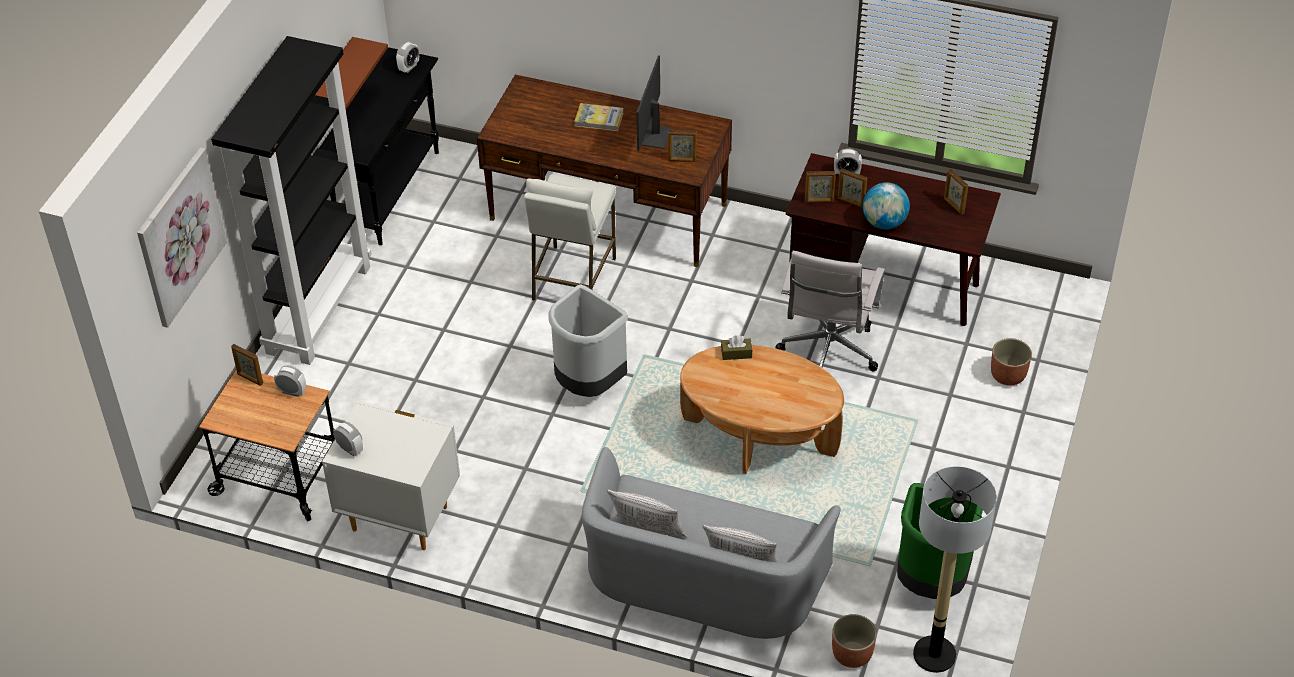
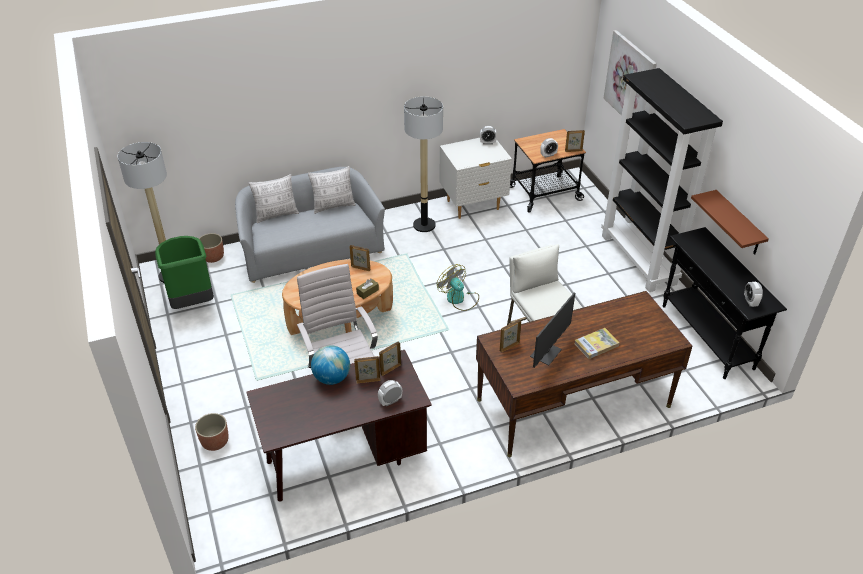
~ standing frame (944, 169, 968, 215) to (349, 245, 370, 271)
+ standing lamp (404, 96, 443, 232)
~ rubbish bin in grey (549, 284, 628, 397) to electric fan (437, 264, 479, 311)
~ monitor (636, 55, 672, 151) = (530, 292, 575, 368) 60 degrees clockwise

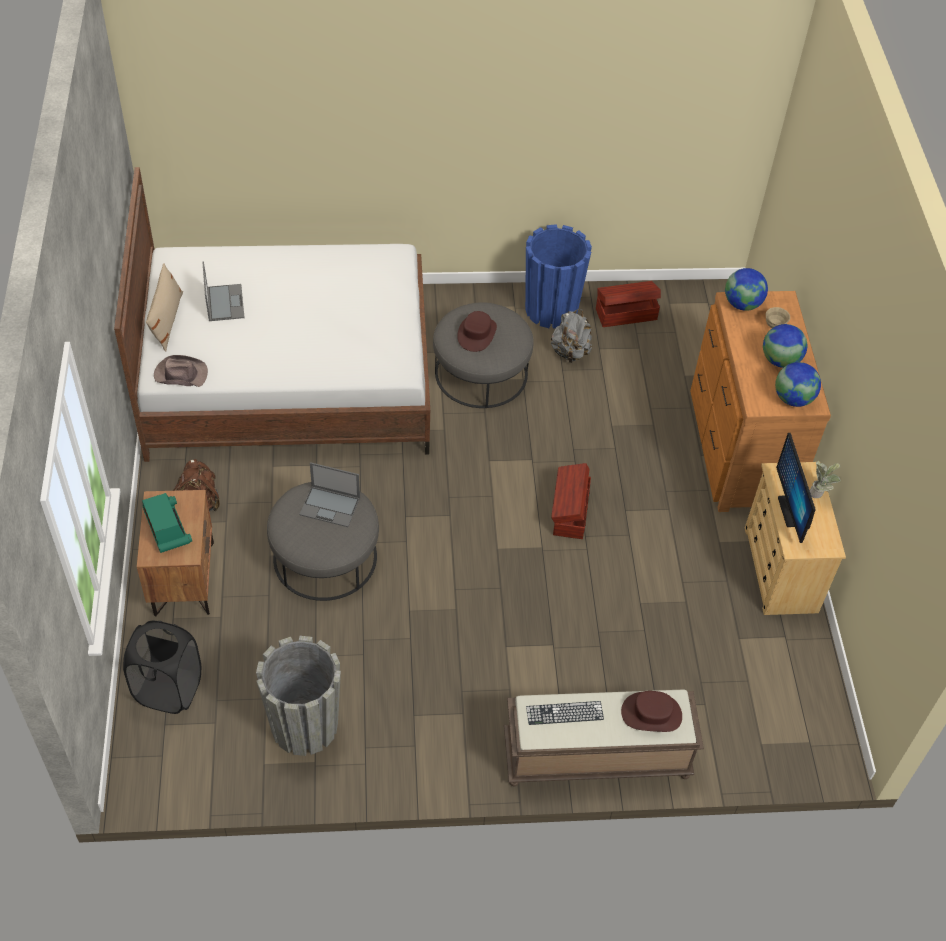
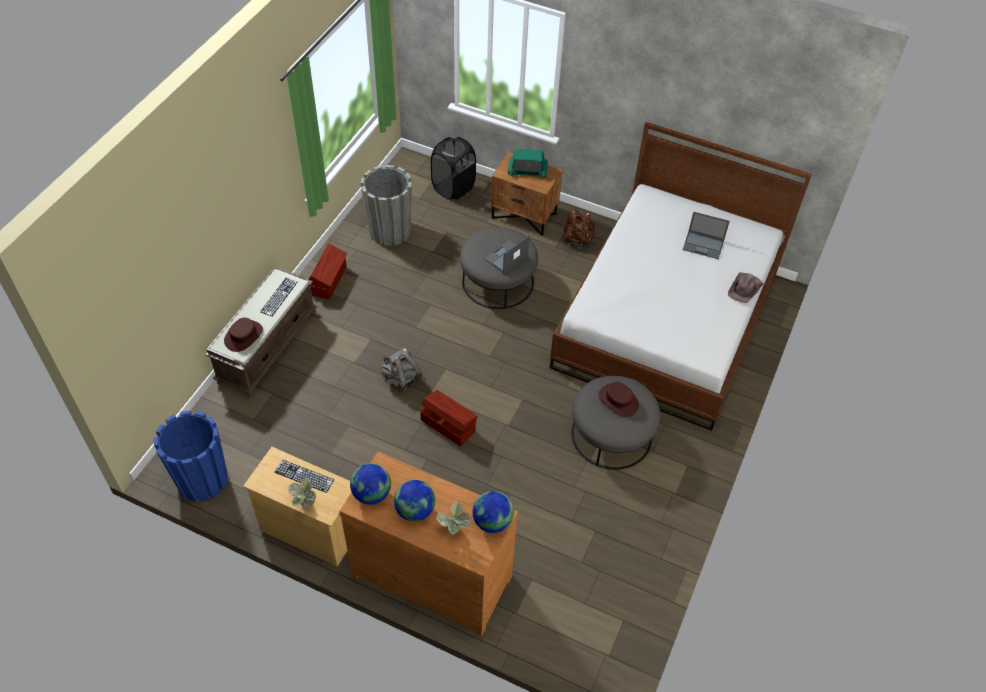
~ plant pot in blue (525, 224, 592, 329) to (154, 410, 228, 502)
~ monitor (776, 433, 816, 543) to PC keyboard (274, 460, 334, 493)
~ storage container in brownish (596, 281, 661, 327) to (309, 243, 347, 300)
~ backpack in grey (551, 309, 592, 363) to (380, 348, 422, 392)
~ serving bowl in sand-coloured (766, 307, 790, 328) to houseplant (436, 502, 471, 535)
~ clothing hat in brownish (154, 355, 208, 387) to (728, 273, 763, 303)
- cushion in sand-coloured (146, 263, 183, 352)

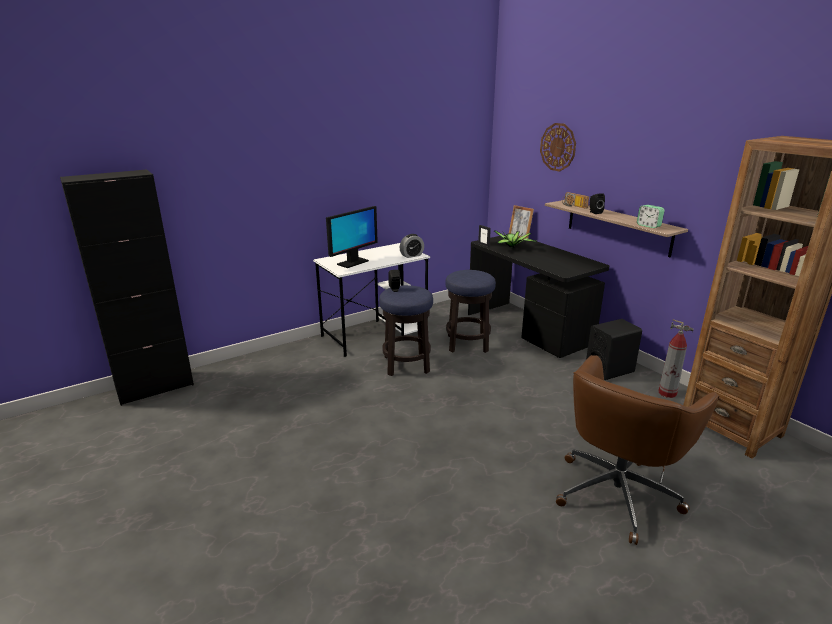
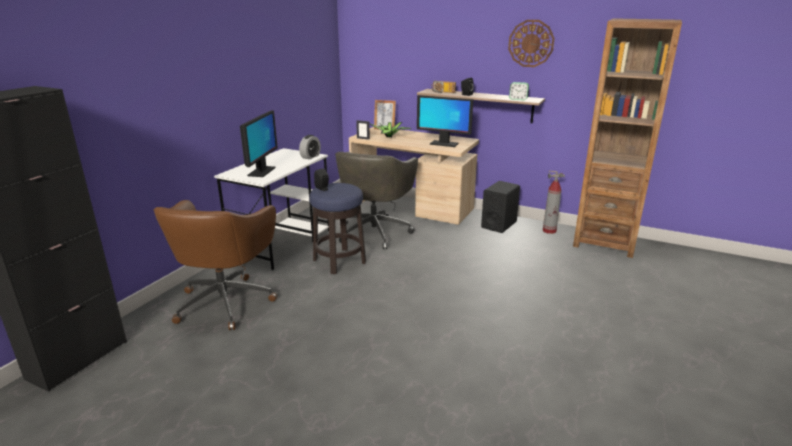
~ desk chair in brownish (556, 355, 719, 545) to (153, 200, 277, 330)
~ stool seat (445, 270, 496, 353) to desk chair in grey (335, 152, 418, 249)
~ desk table in black-coloured (468, 234, 609, 358) to desk table in sand-coloured (349, 127, 479, 225)
+ monitor (417, 95, 473, 147)
~ hanging clock (540, 123, 576, 172) to (508, 20, 555, 67)

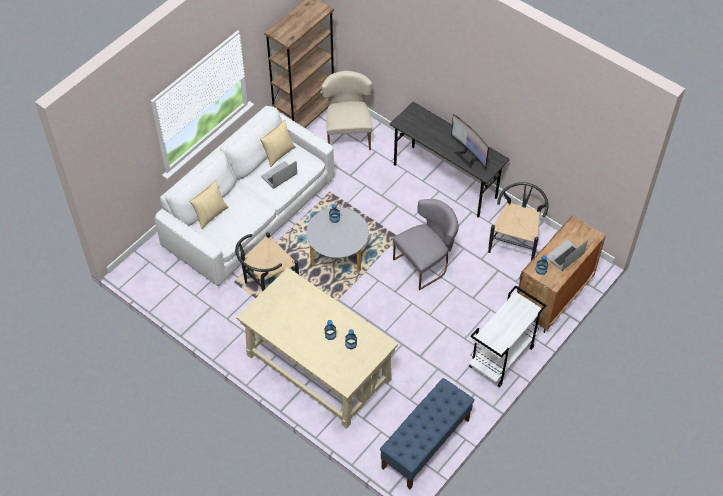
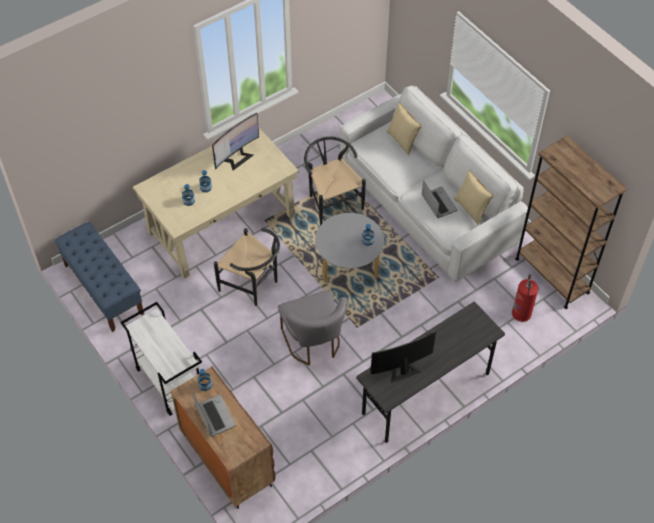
+ monitor (212, 113, 259, 171)
~ chair in black-coloured (488, 182, 549, 260) to (214, 228, 280, 306)
~ chair in sand-coloured (321, 70, 372, 150) to fire-fighting cylinder (512, 274, 539, 322)

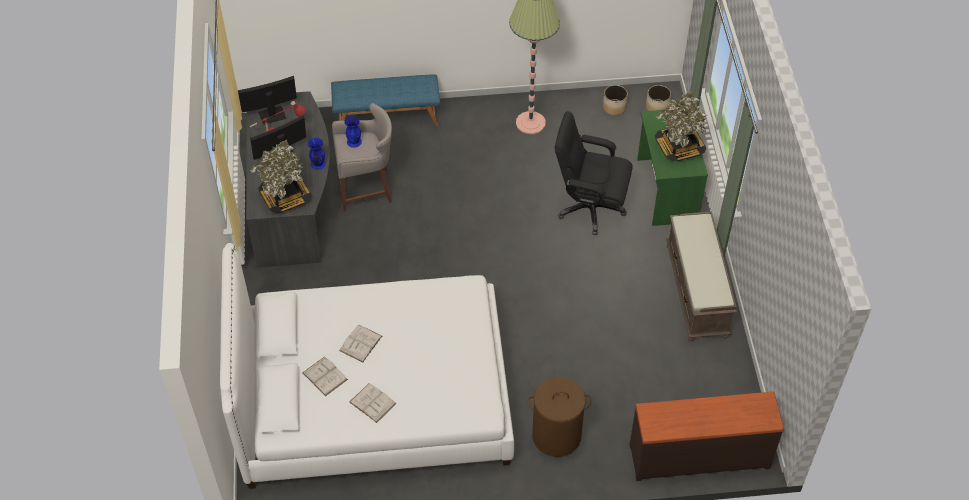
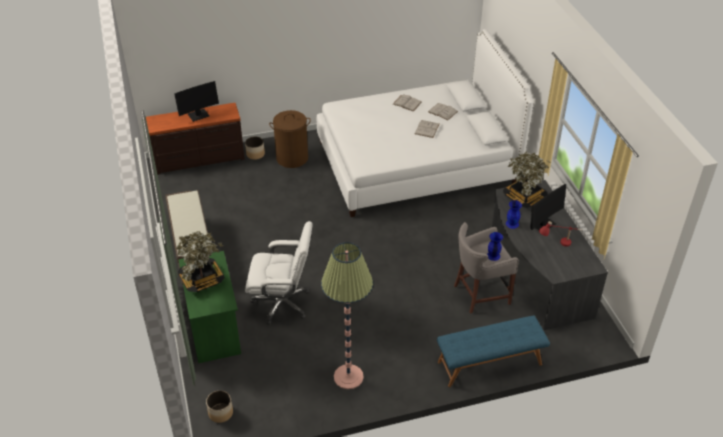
~ monitor (238, 76, 297, 125) to (174, 81, 219, 122)
~ plant pot (603, 85, 628, 115) to (245, 137, 265, 160)
~ desk chair in black-coloured (555, 111, 633, 235) to desk chair in white-coloured (245, 221, 313, 325)

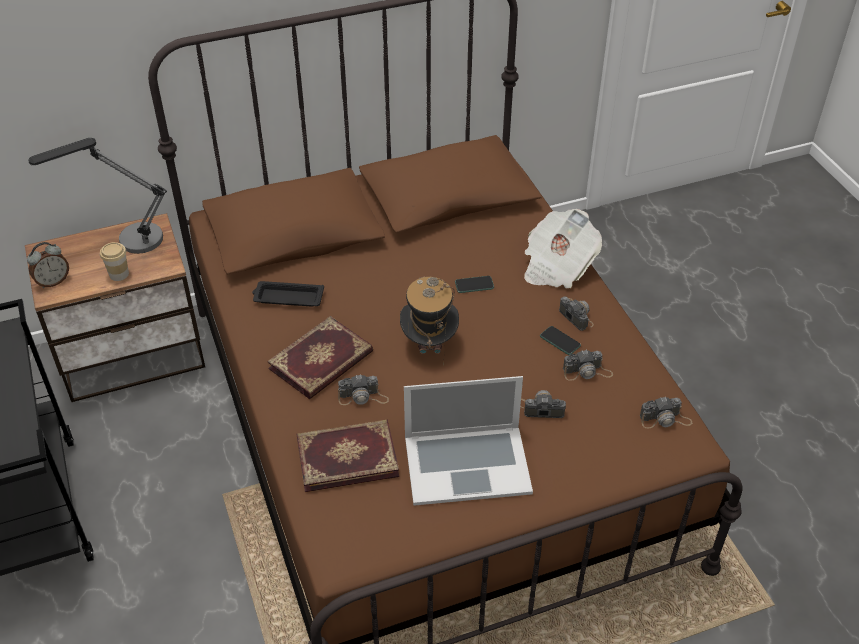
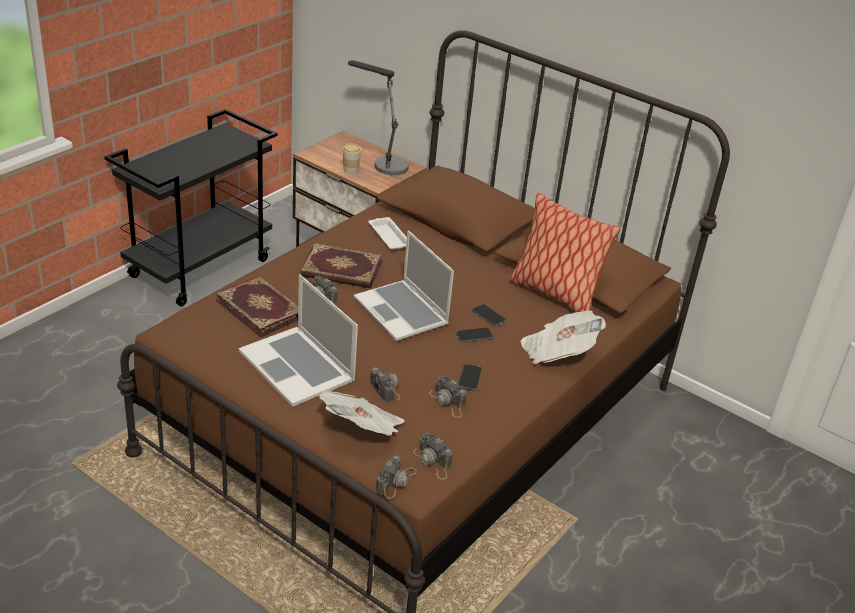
+ printed paper (319, 391, 405, 436)
~ clothing hat (400, 276, 459, 365) to laptop (354, 231, 454, 341)
~ tray in black-coloured (252, 281, 324, 307) to tray in white-coloured (368, 217, 407, 250)
~ still camera (559, 296, 594, 331) to (376, 456, 417, 499)
+ phone (456, 327, 494, 343)
+ cushion (509, 193, 621, 312)
- alarm clock (27, 242, 69, 288)

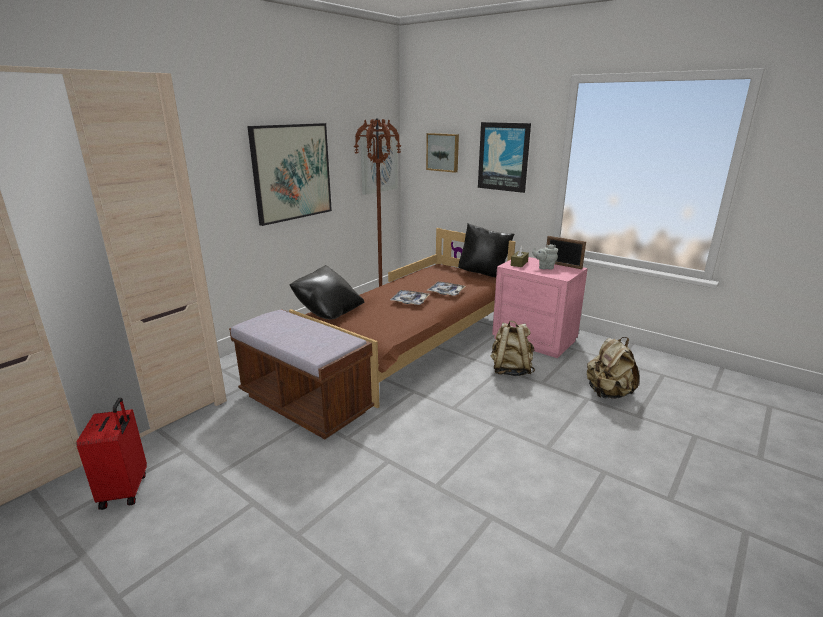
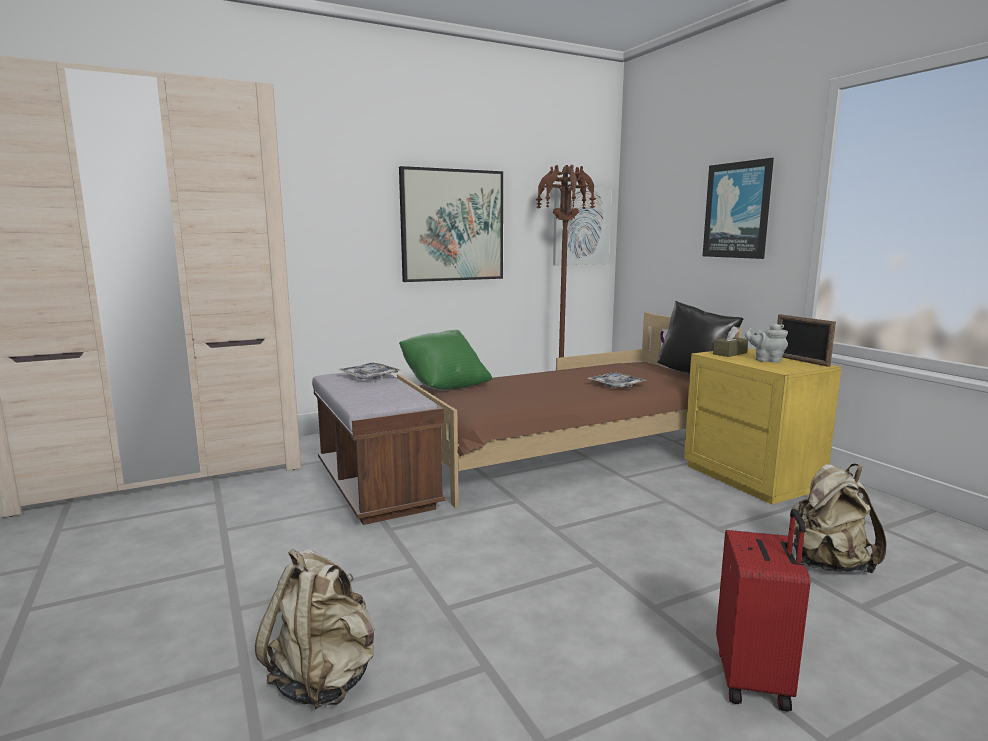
~ backpack in sand-coloured (491, 320, 535, 376) to (255, 548, 375, 709)
~ tray (390, 290, 430, 305) to (338, 363, 400, 379)
~ cushion in black-coloured (290, 265, 364, 319) to cushion in greenish (399, 330, 492, 390)
~ nightstand in pink-coloured (492, 257, 588, 358) to nightstand in yellow-coloured (684, 348, 842, 504)
~ suitcase in red (77, 397, 147, 510) to (716, 509, 810, 712)
- wall picture (426, 133, 459, 173)

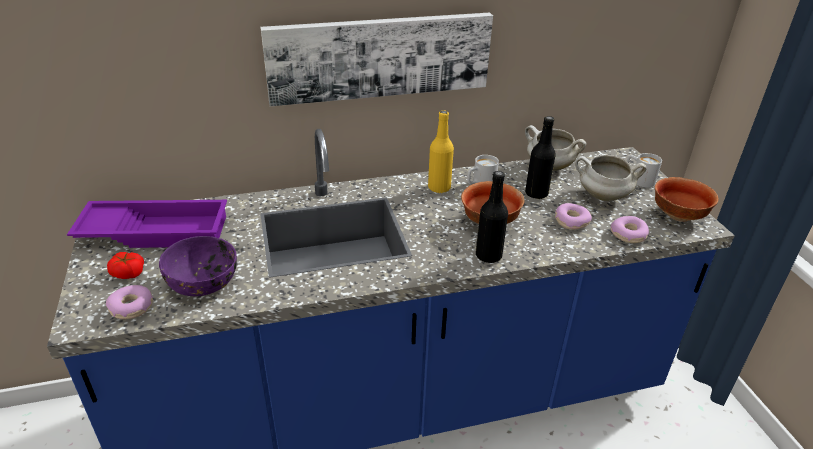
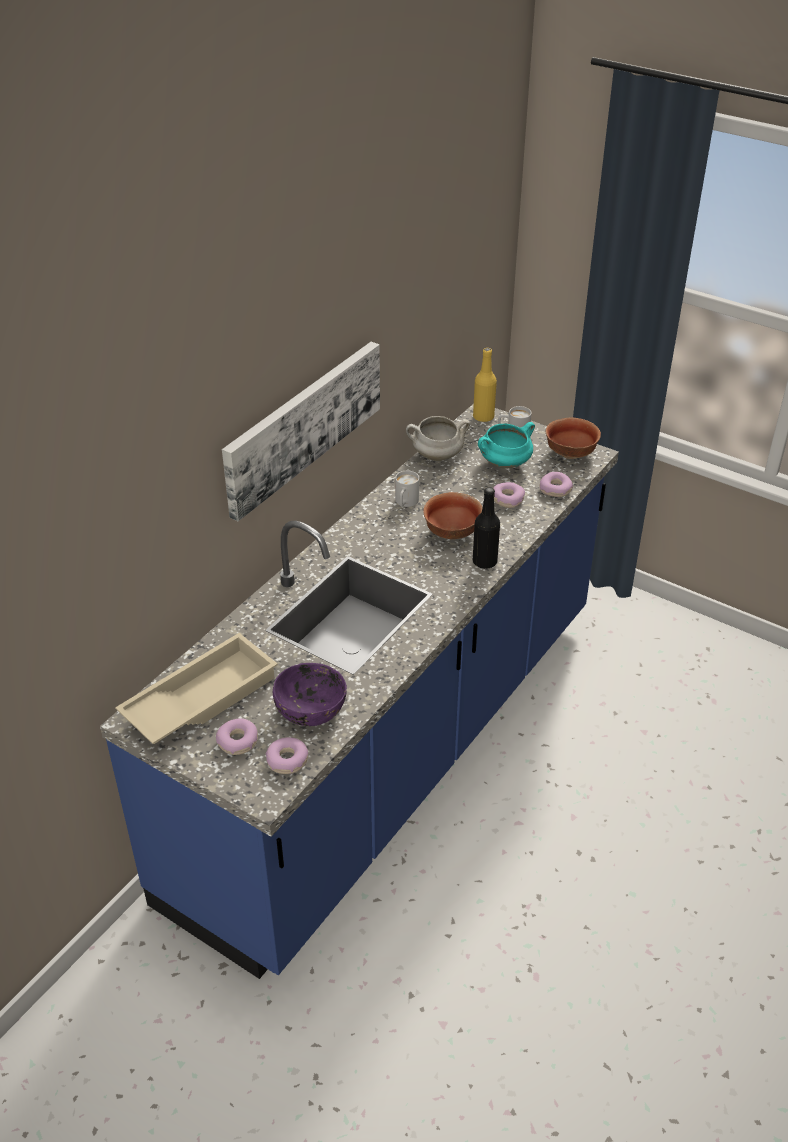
~ tray in purple-coloured (67, 200, 227, 248) to tray in sand-coloured (115, 633, 278, 744)
~ whole tomato (107, 252, 144, 279) to donut (216, 718, 258, 755)
~ beverage bottle in yellow-coloured (428, 111, 454, 193) to (473, 348, 497, 422)
~ saucepot in white-coloured (575, 155, 646, 201) to saucepot in blue-green (478, 422, 535, 469)
- beverage bottle in black-coloured (525, 116, 556, 199)

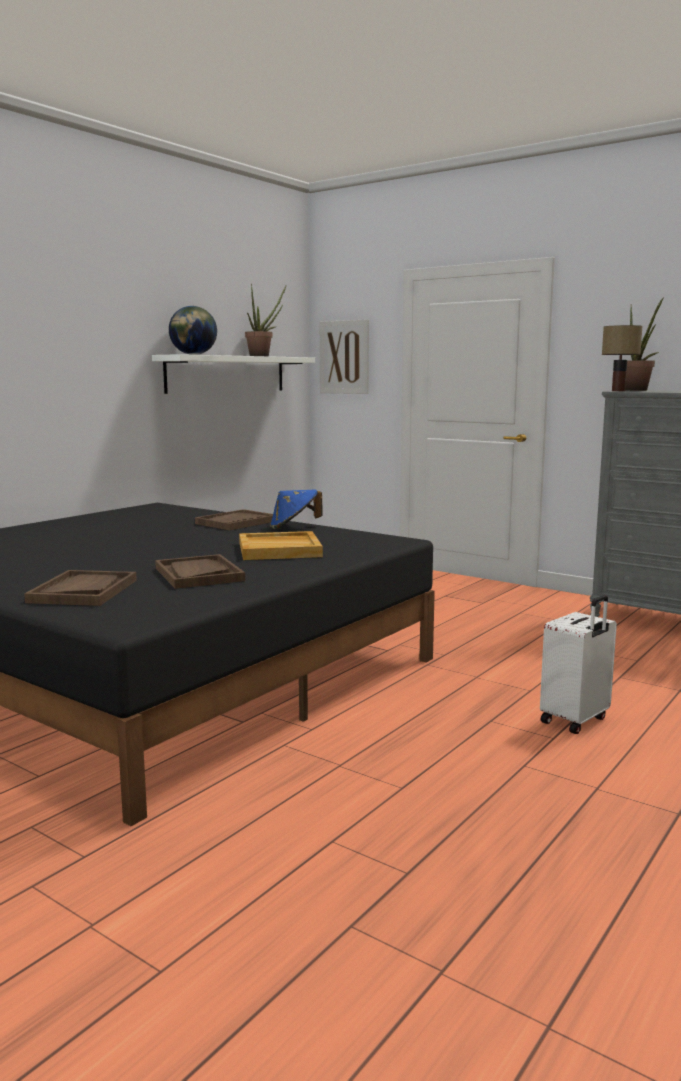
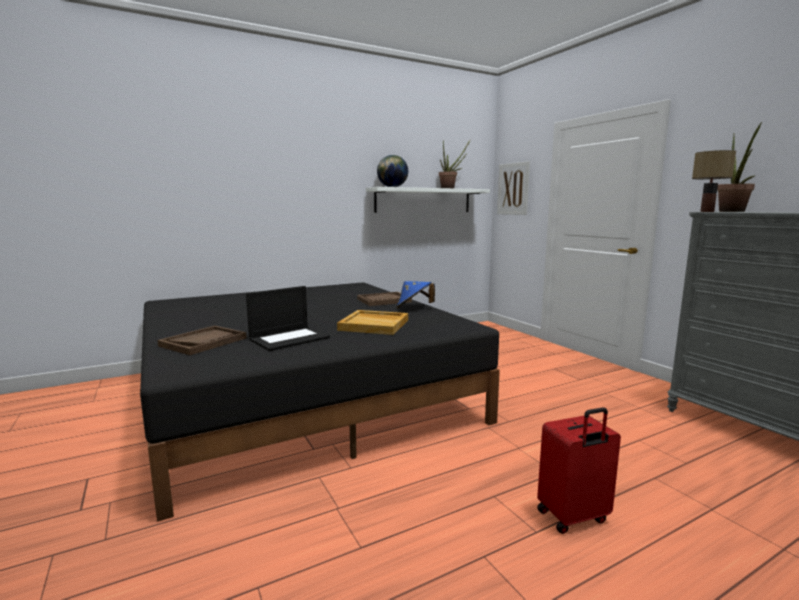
~ tray in brownish (155, 554, 245, 589) to laptop (246, 286, 330, 351)
~ suitcase in white-coloured (540, 595, 617, 734) to suitcase in red (537, 407, 621, 534)

